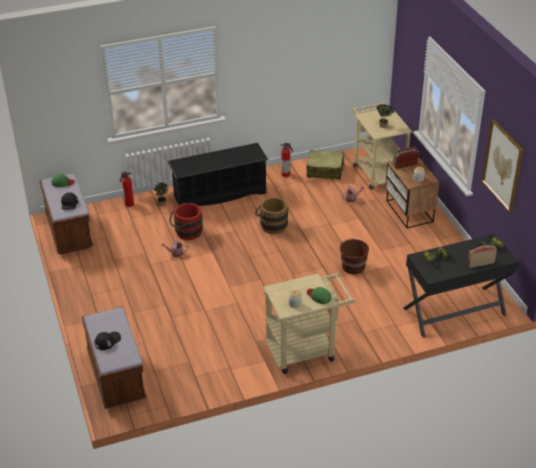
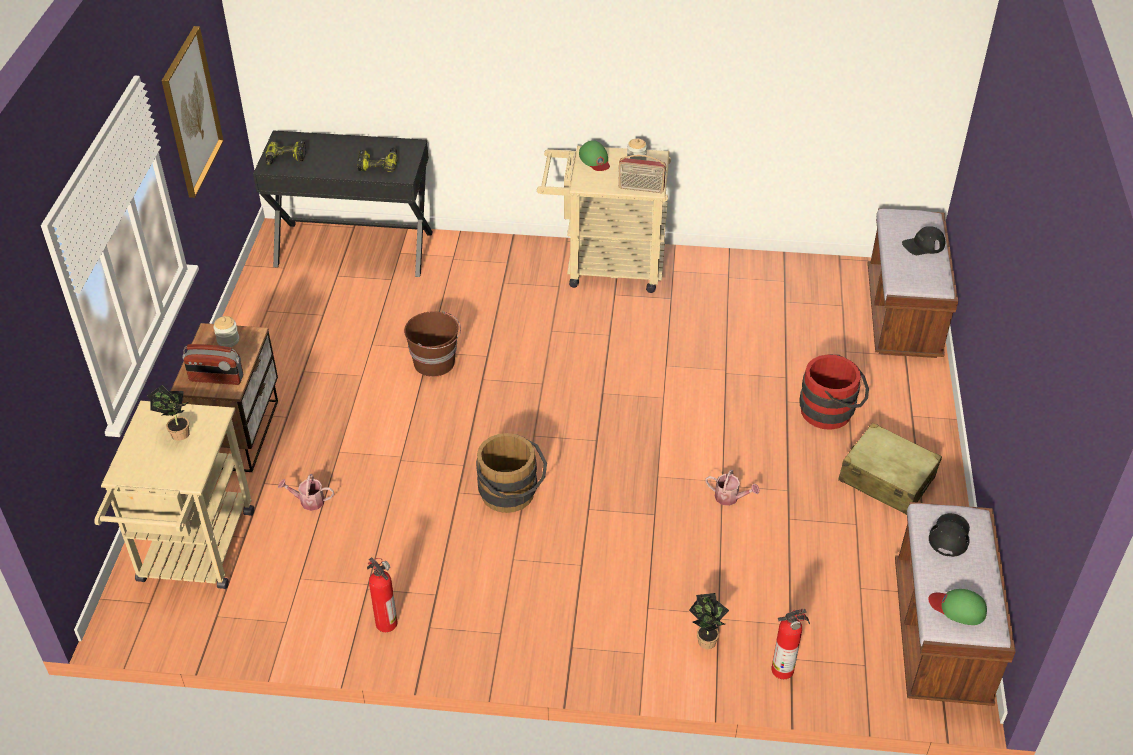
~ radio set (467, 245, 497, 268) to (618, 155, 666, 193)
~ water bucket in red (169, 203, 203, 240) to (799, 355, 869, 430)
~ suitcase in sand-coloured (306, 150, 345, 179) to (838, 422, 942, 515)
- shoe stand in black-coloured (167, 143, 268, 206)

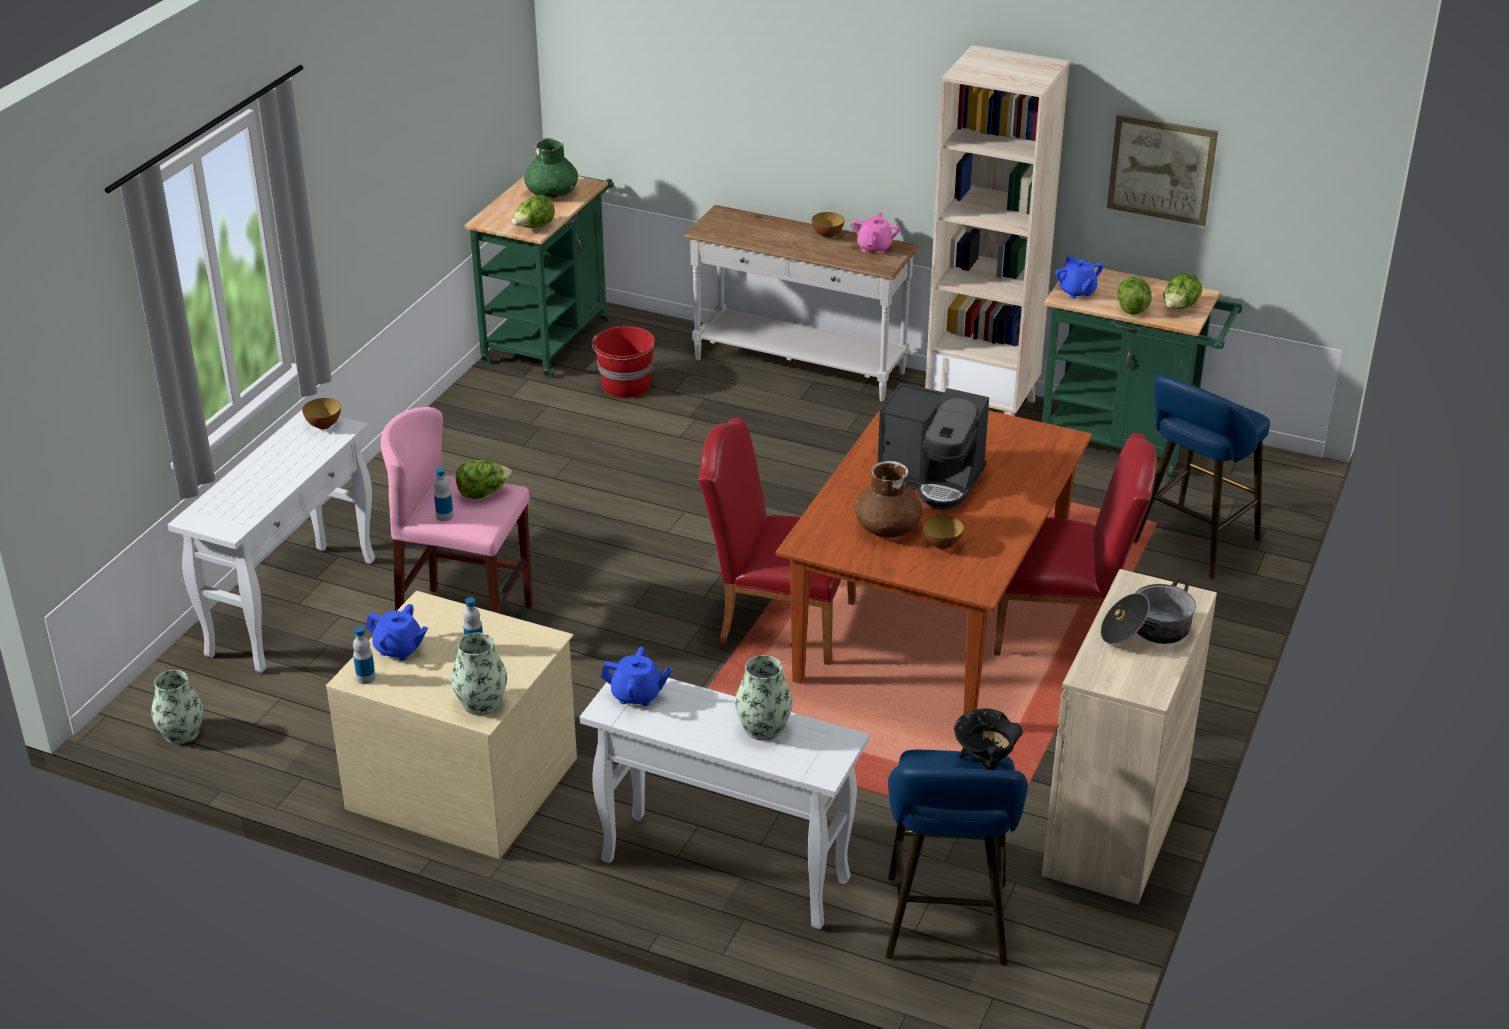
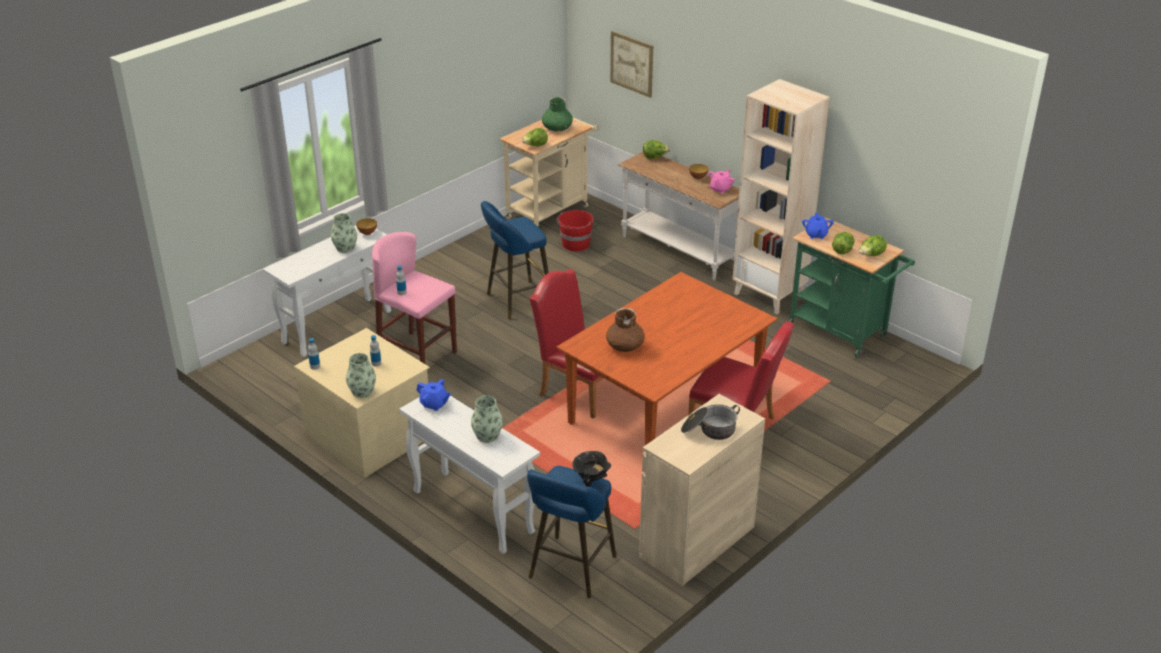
~ decorative vase (151, 670, 203, 744) to (331, 213, 357, 253)
~ stool seat in blue (1133, 374, 1270, 579) to (481, 201, 549, 319)
~ trolley in greenish (464, 175, 614, 379) to trolley in sand-coloured (500, 118, 598, 228)
~ wall picture (1107, 114, 1218, 226) to (610, 31, 653, 98)
~ lettuce (456, 460, 512, 499) to (643, 140, 670, 159)
- tea pot in blue (366, 604, 428, 660)
- coffee brewer (878, 383, 989, 510)
- serving bowl (923, 515, 964, 550)

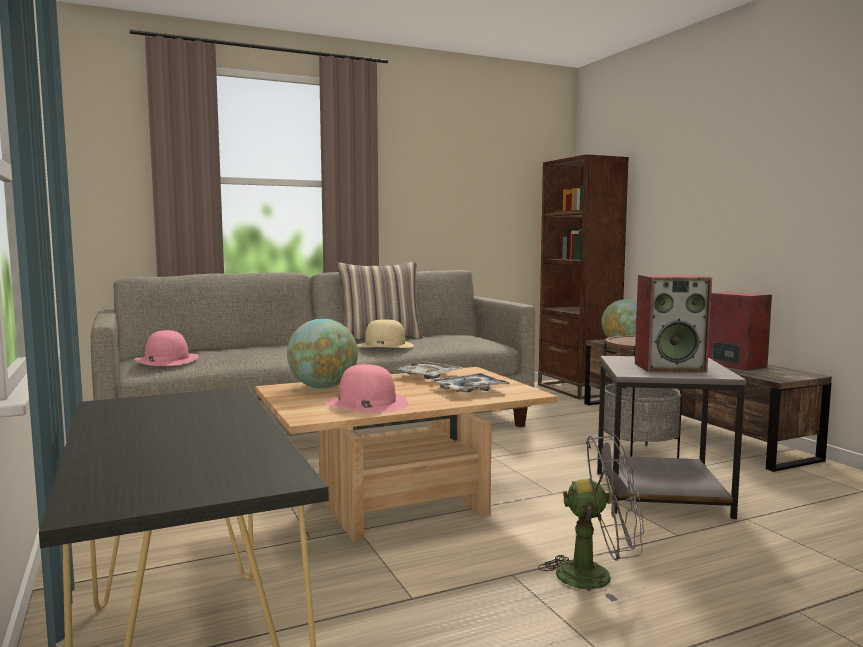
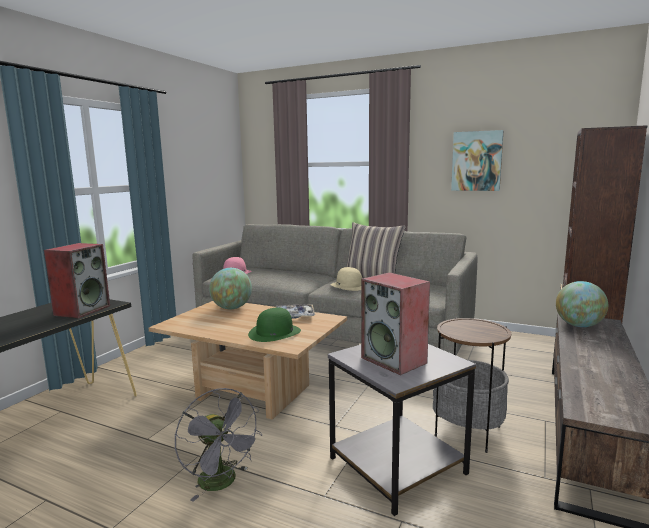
~ audio speaker (708, 292, 772, 371) to (44, 243, 110, 318)
~ tray (431, 373, 510, 392) to clothing hat in greenish (248, 307, 301, 342)
+ wall picture (451, 130, 504, 191)
- clothing hat in pink-coloured (326, 364, 409, 413)

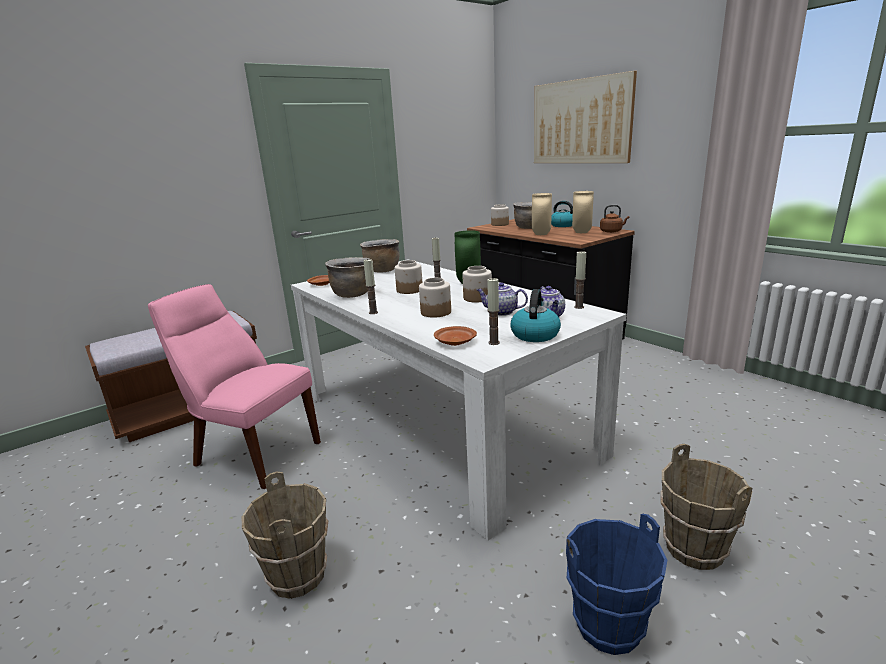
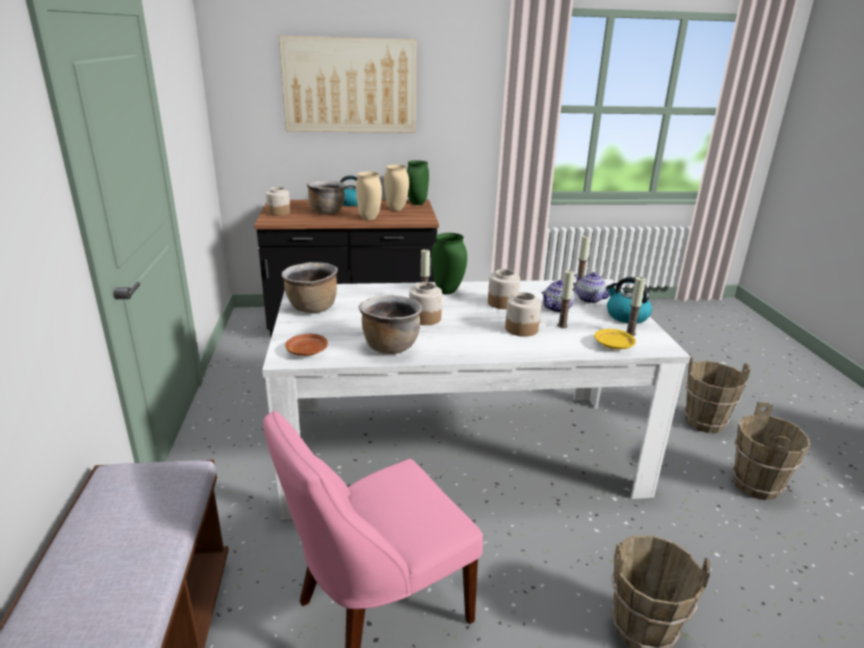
~ water kettle in brownish (600, 205, 629, 233) to decorative vase in greenish (407, 160, 429, 205)
~ candle (363, 259, 378, 314) to (557, 270, 575, 328)
~ dinner plate in brownish (434, 326, 477, 346) to dinner plate in yellow-coloured (594, 329, 636, 349)
~ water bucket in blue (566, 514, 668, 655) to water bucket in brownish (732, 402, 810, 500)

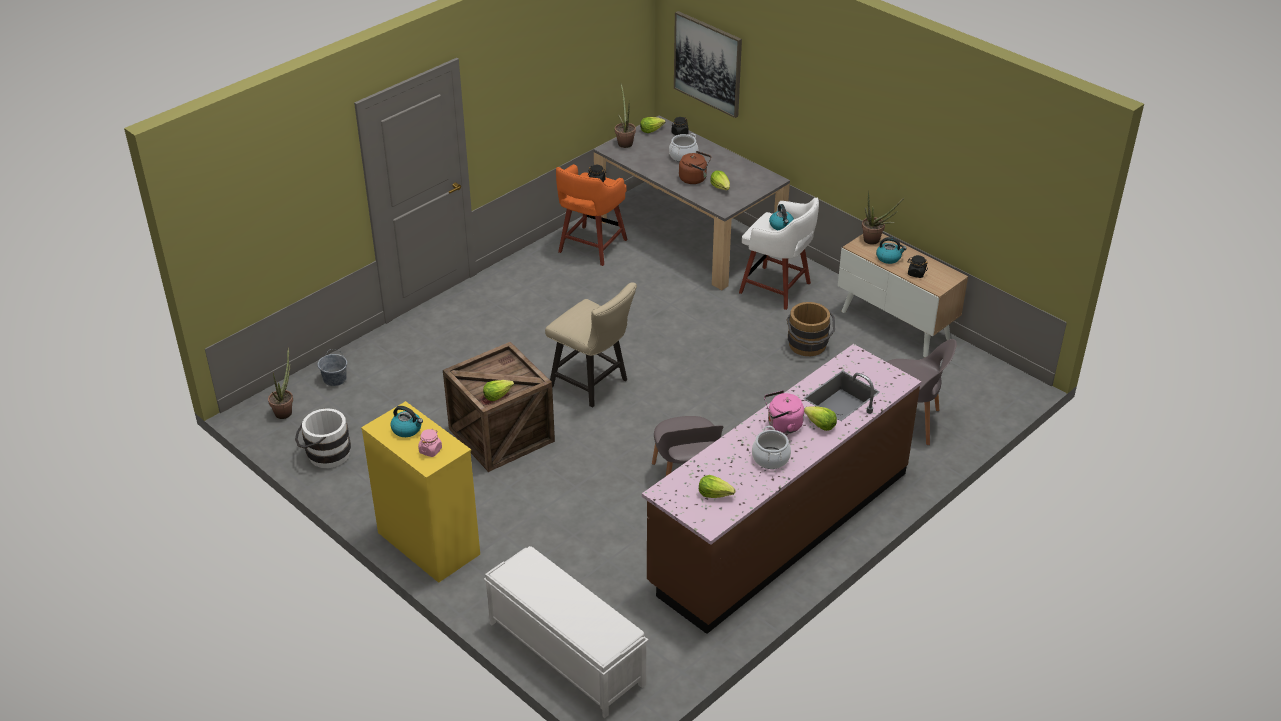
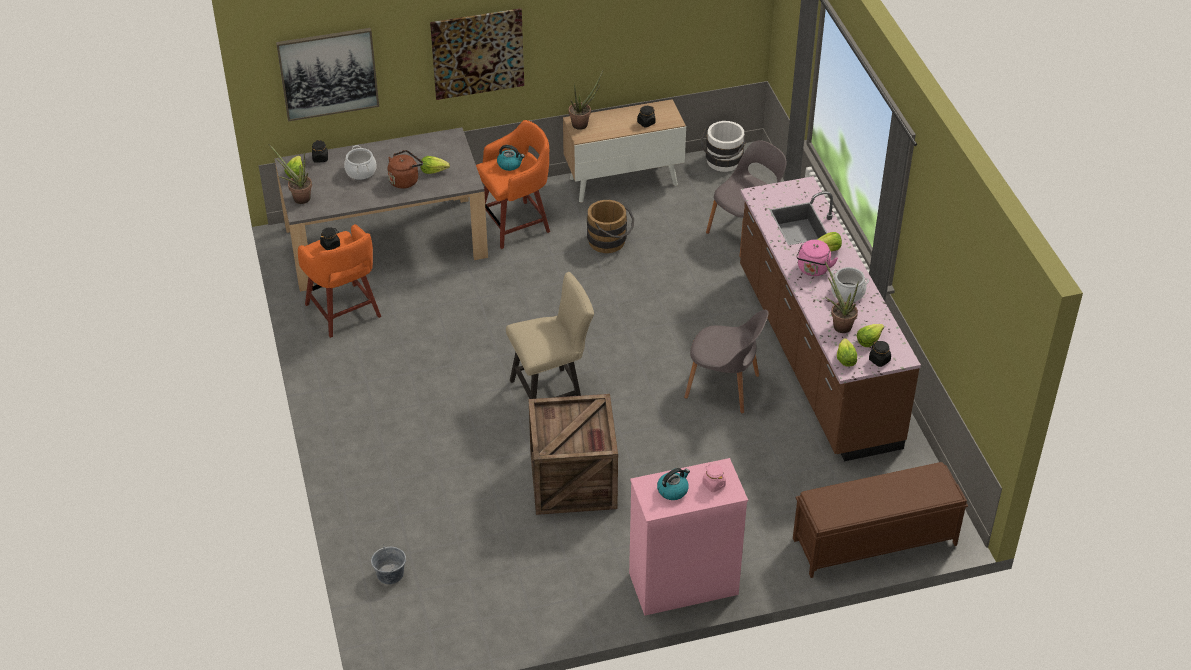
+ wall picture (430, 8, 524, 100)
~ stool seat in white-coloured (739, 198, 819, 310) to stool seat in orangey (476, 120, 550, 249)
~ drawer chest in yellow-coloured (361, 401, 480, 583) to drawer chest in pink-coloured (629, 458, 748, 616)
~ water bucket in white-coloured (295, 408, 351, 468) to (701, 121, 745, 172)
~ bench in white-coloured (484, 546, 648, 718) to bench in brownish (793, 462, 968, 578)
~ houseplant (268, 347, 293, 419) to (825, 262, 859, 333)
~ lettuce (483, 380, 514, 401) to (837, 338, 857, 367)
+ preserve jar in black-coloured (869, 341, 891, 367)
- water kettle (876, 237, 907, 264)

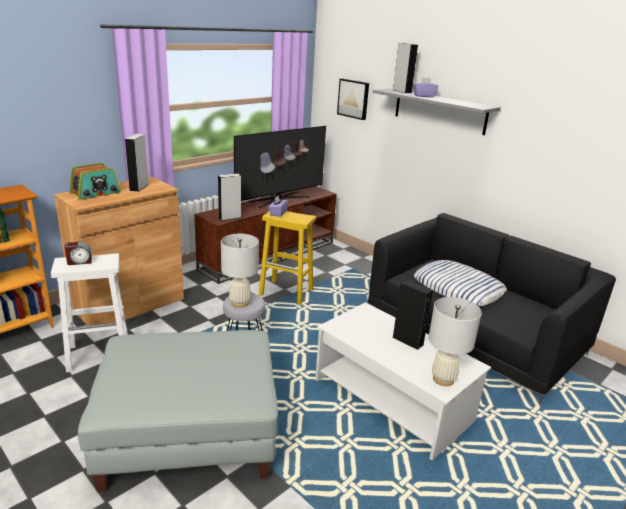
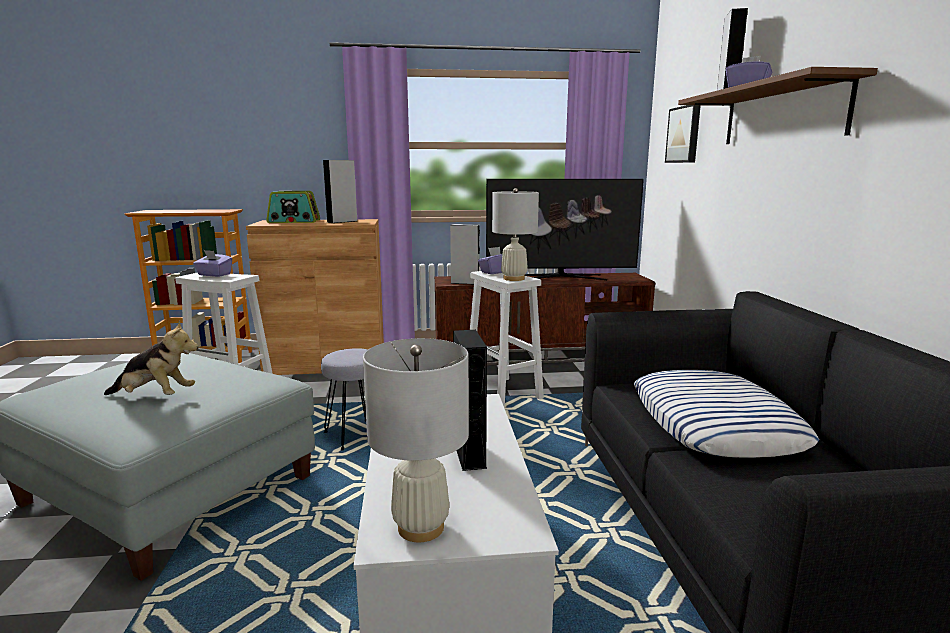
+ cuddly toy (104, 321, 199, 395)
~ alarm clock (65, 242, 92, 265) to tissue box in purple-coloured (193, 250, 232, 277)
~ stool seat in yellow-coloured (259, 211, 316, 305) to stool seat in white-coloured (470, 271, 544, 408)
~ table lamp in white-coloured (221, 234, 259, 308) to (492, 188, 539, 281)
~ shelf in grey (373, 88, 501, 135) to shelf in brownish (678, 67, 878, 144)

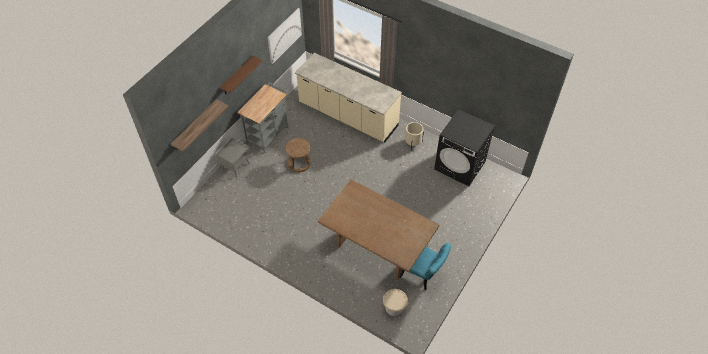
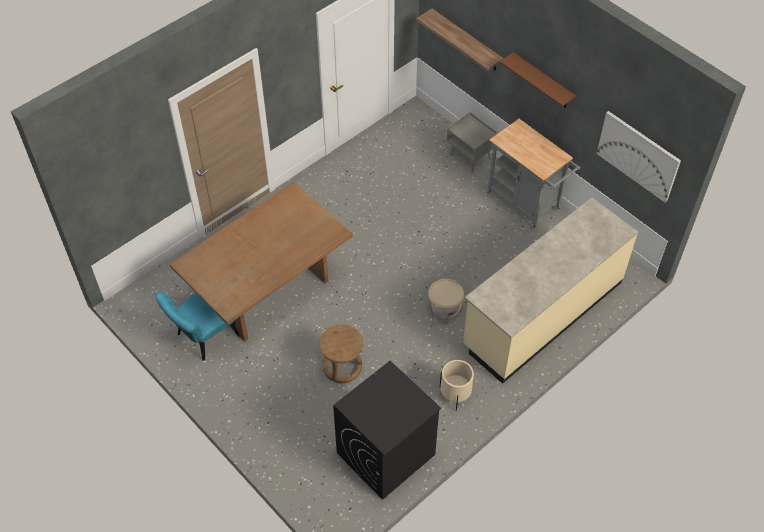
~ stool seat in brownish (285, 138, 311, 172) to (319, 325, 363, 383)
~ water bucket in sand-coloured (383, 289, 409, 316) to (428, 279, 464, 319)

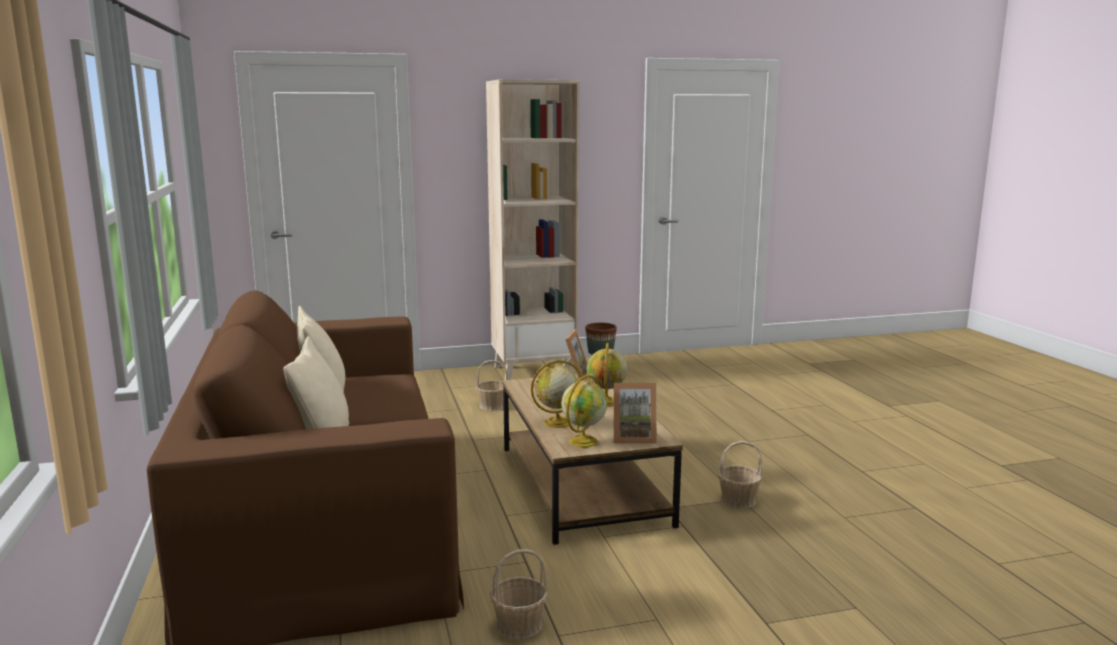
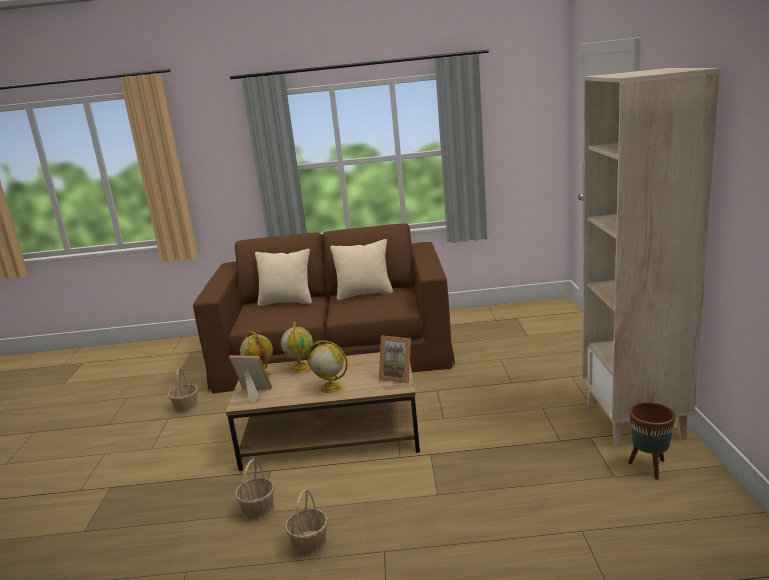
~ standing frame (614, 383, 657, 444) = (229, 355, 272, 403) 90 degrees clockwise
~ basket (476, 360, 508, 411) to (285, 489, 328, 558)

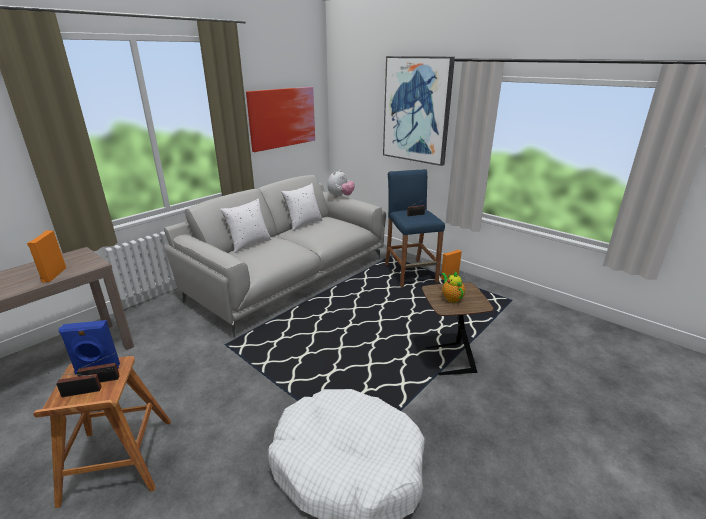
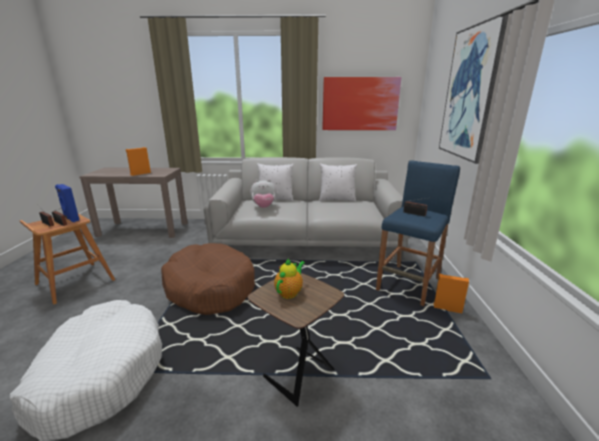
+ dog bed in brownish (161, 243, 255, 315)
~ cuddly toy (327, 170, 355, 197) to (250, 179, 277, 208)

